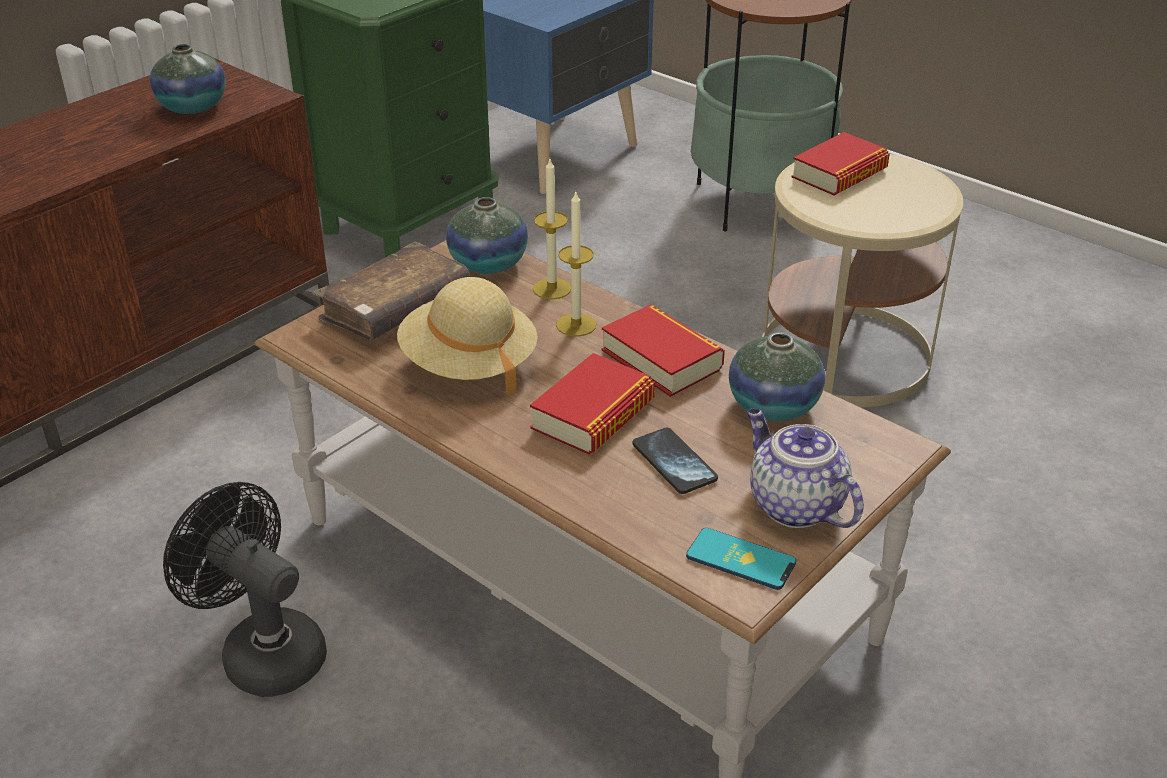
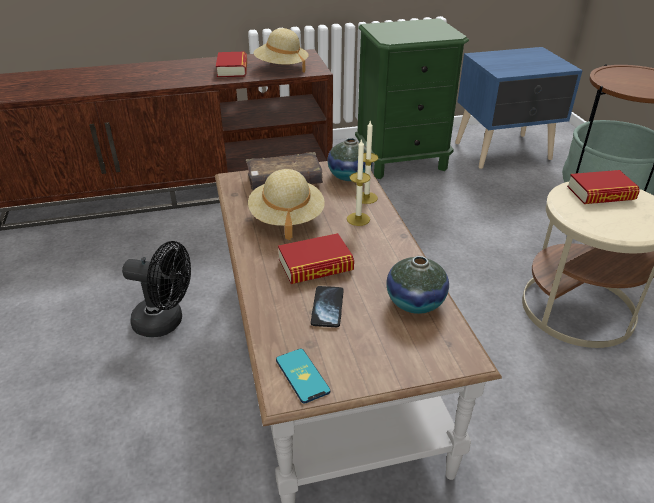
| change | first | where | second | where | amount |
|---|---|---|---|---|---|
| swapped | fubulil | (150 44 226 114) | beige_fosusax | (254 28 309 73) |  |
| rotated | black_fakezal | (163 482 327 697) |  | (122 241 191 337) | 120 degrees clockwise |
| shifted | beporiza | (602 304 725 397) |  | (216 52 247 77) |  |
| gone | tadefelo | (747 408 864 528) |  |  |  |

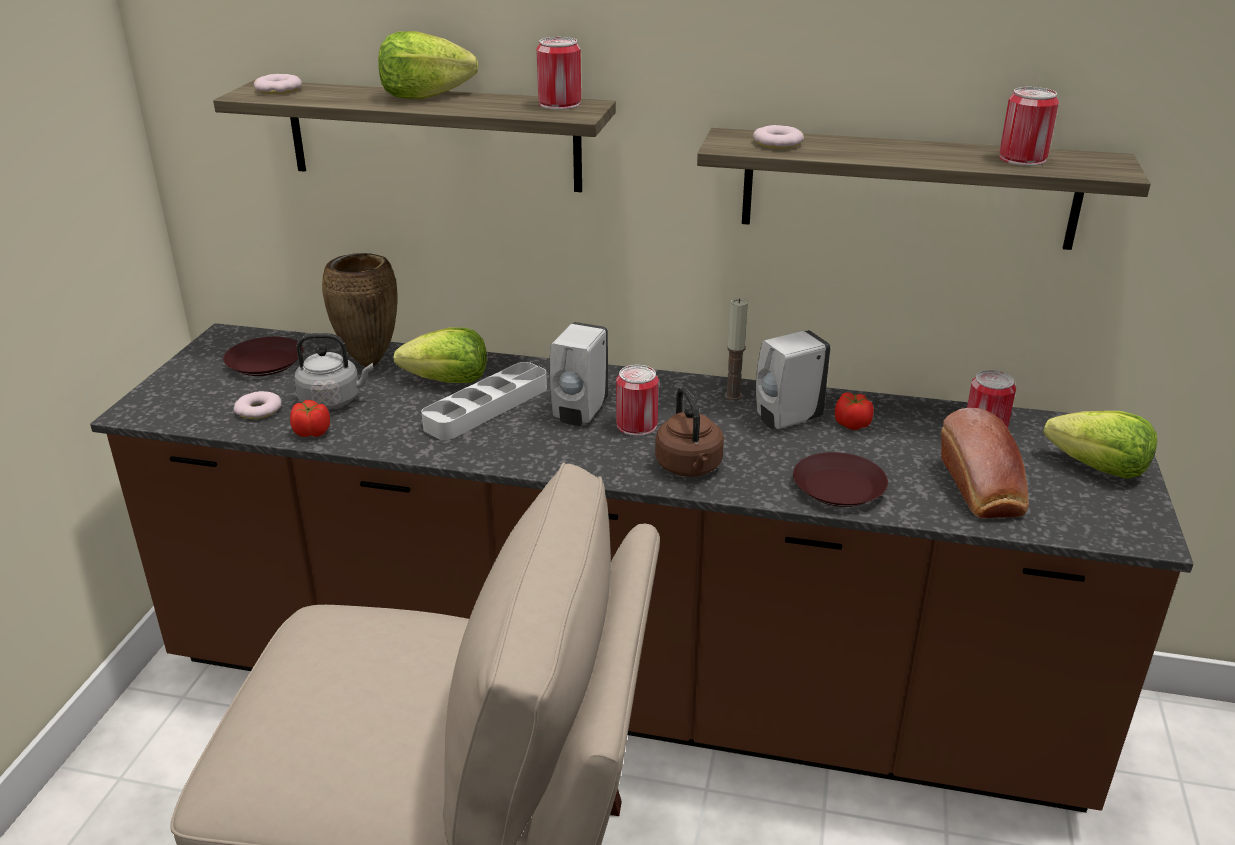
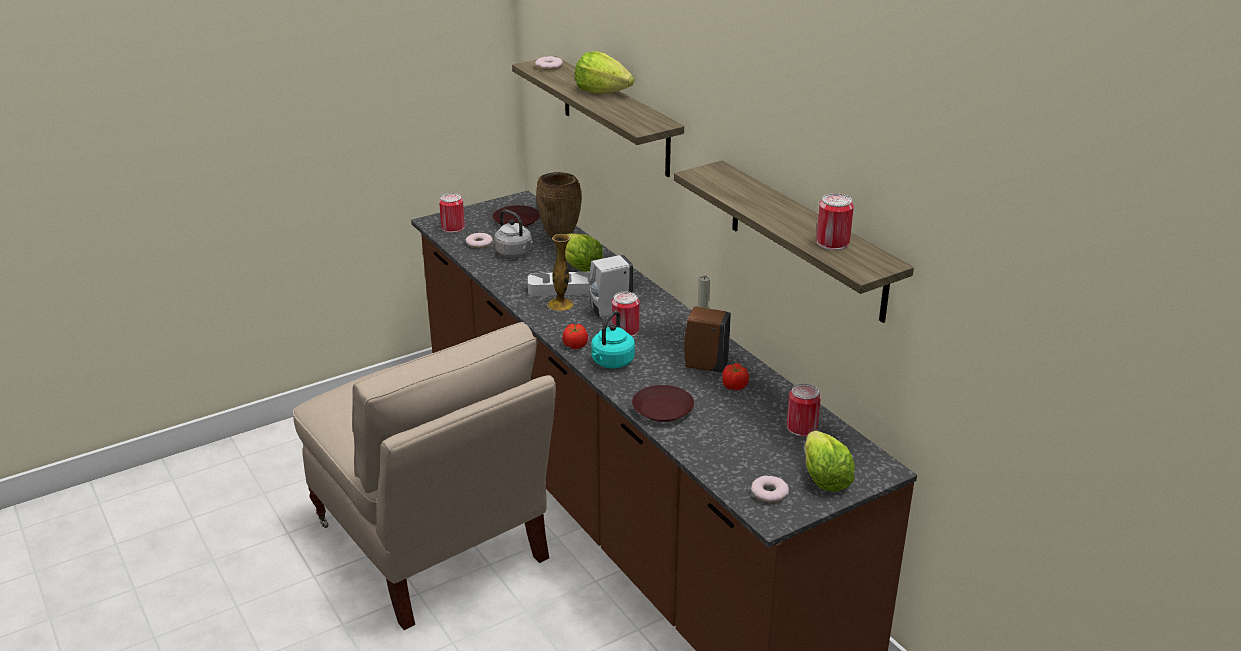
| change | first | where | second | where | amount |
|---|---|---|---|---|---|
| shifted | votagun | (290 400 330 437) |  | (562 324 588 349) |  |
| shifted | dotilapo | (536 37 581 110) |  | (439 193 465 233) |  |
| repainted | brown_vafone | (655 387 724 477) | turquoise_vafone | (591 310 635 368) |  |
| shifted | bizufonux | (753 125 804 149) |  | (751 476 789 502) |  |
| repainted | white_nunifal | (756 330 831 430) | brown_nunifal | (684 307 731 373) |  |
| gone | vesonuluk | (941 408 1029 519) |  |  |  |
| new |  |  | fubulil | (547 234 574 311) |  |

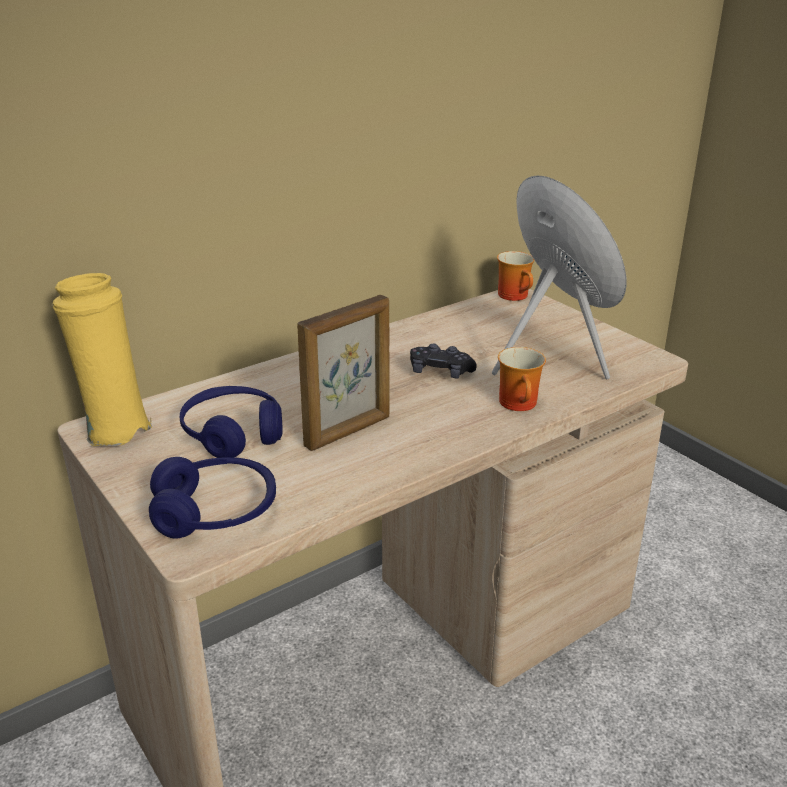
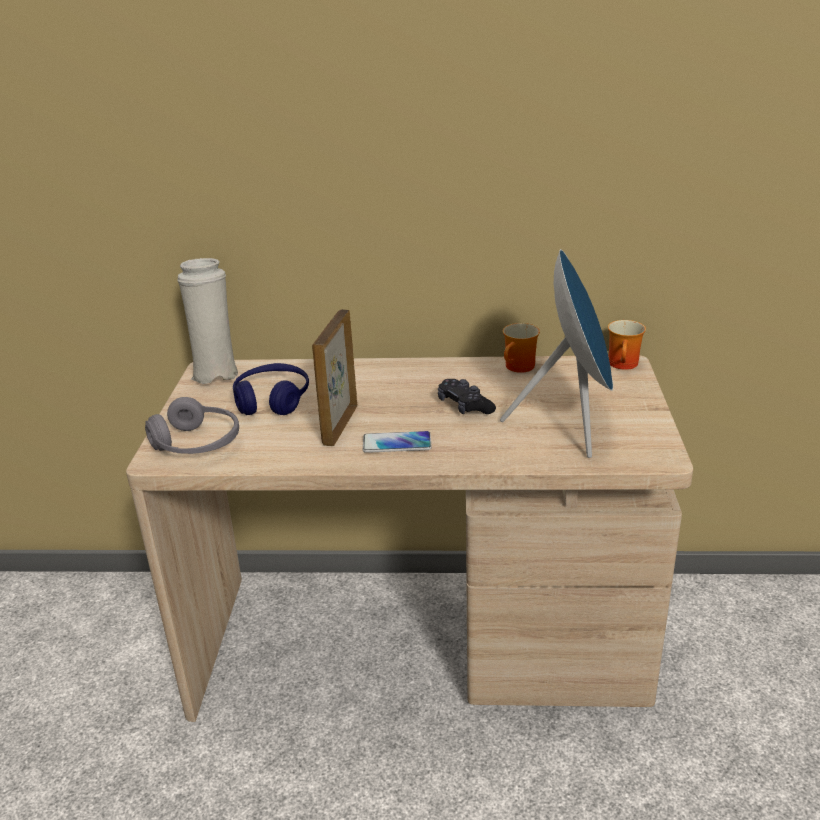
| change | first | where | second | where | amount |
|---|---|---|---|---|---|
| repainted | yellow_fubulil | (53 273 152 446) | white_fubulil | (177 258 238 384) |  |
| repainted | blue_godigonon | (149 457 276 539) | grey_godigonon | (145 397 239 454) |  |
| rotated | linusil | (297 295 390 451) |  | (312 309 358 446) | 105 degrees clockwise |
| shifted | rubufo | (498 347 546 411) |  | (503 323 540 373) |  |
| new |  |  | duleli | (363 431 432 453) |  |

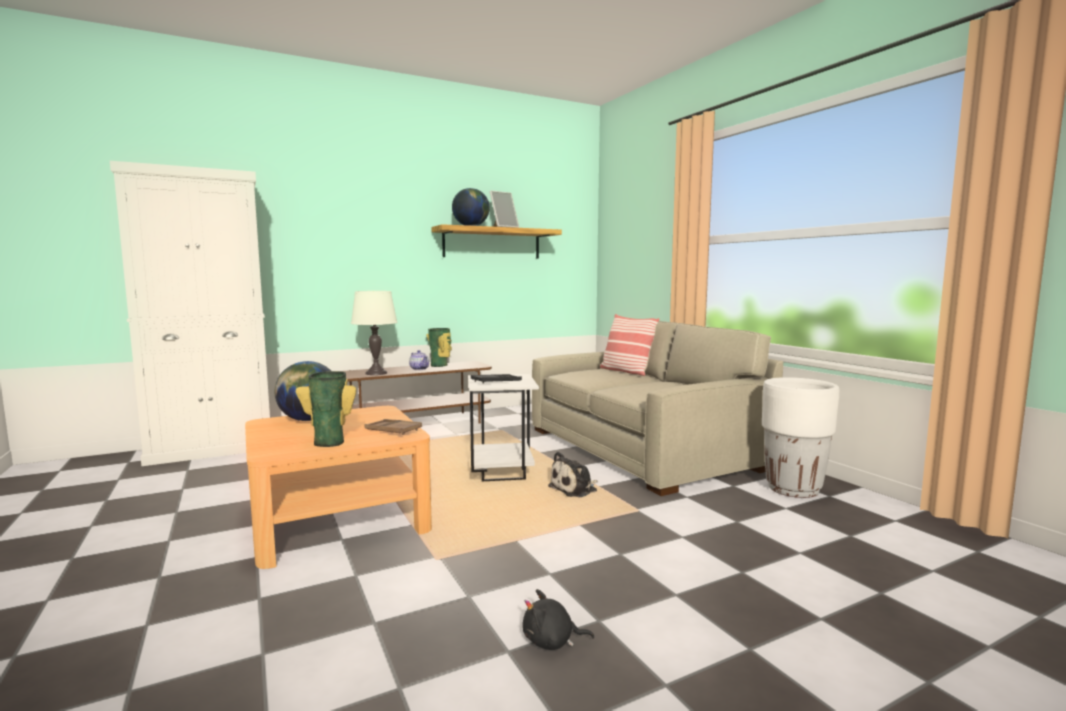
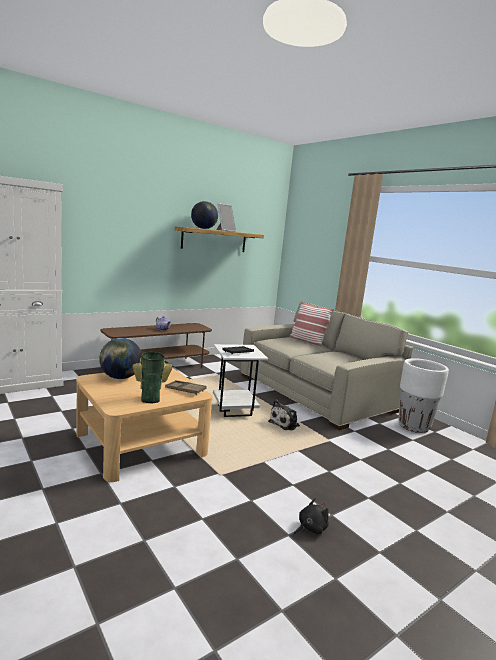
| change | first | where | second | where | amount |
|---|---|---|---|---|---|
| gone | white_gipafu | (351 291 398 375) |  |  |  |
| gone | fubulil | (426 328 452 367) |  |  |  |
| rotated | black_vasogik | (523 589 594 650) |  | (293 498 329 535) | 150 degrees clockwise |

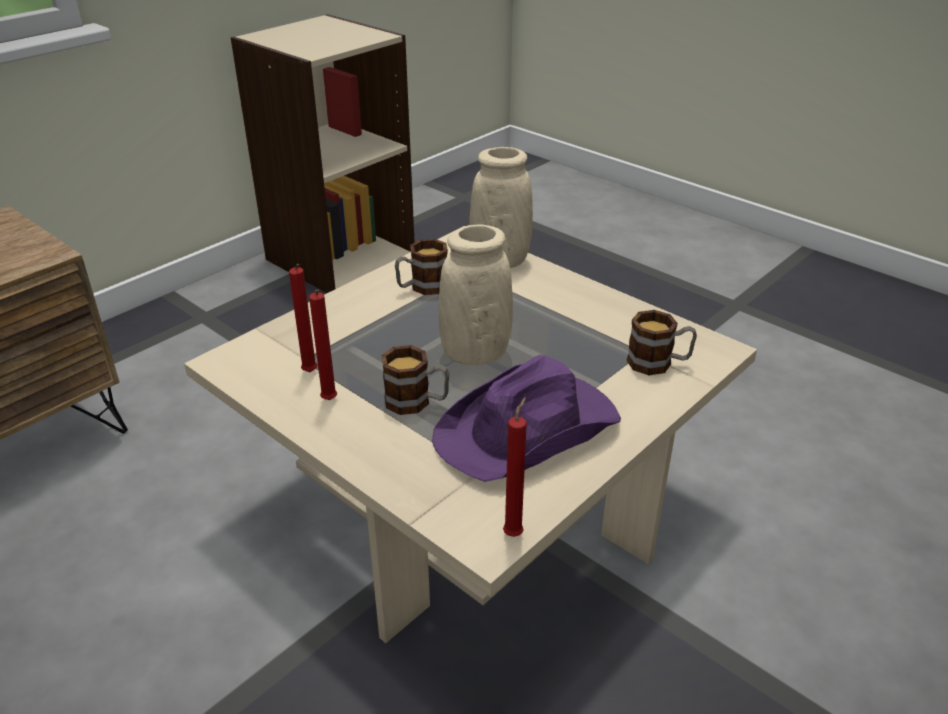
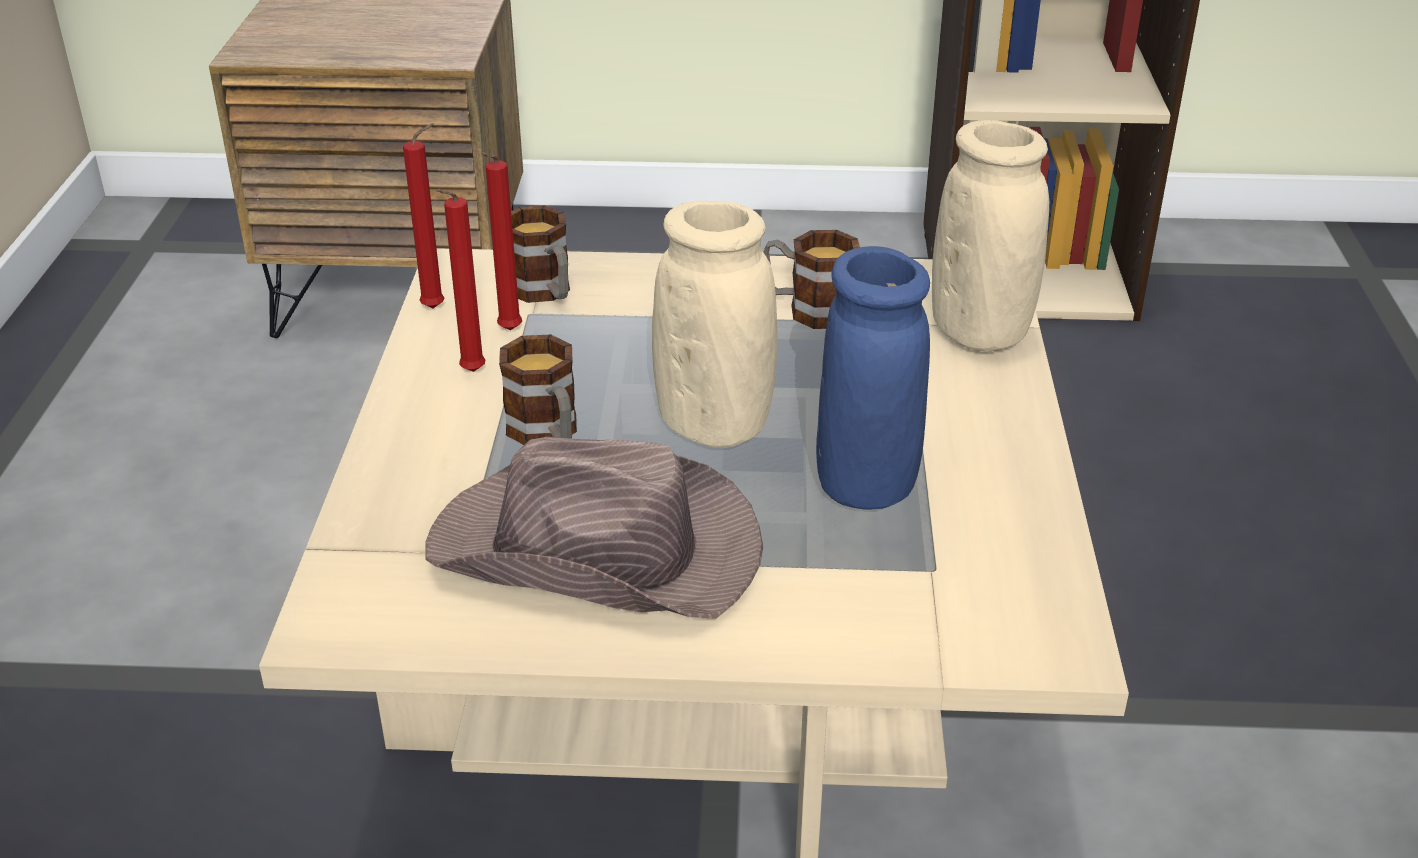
| change | first | where | second | where | amount |
|---|---|---|---|---|---|
| repainted | purple_fosusax | (432 355 621 482) | brown_fosusax | (425 437 763 619) |  |
| shifted | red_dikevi | (503 397 527 537) |  | (403 123 445 308) |  |
| shifted | rubufo | (627 310 697 375) |  | (511 205 570 303) |  |
| new |  |  | blue_fubulil | (816 246 930 509) |  |

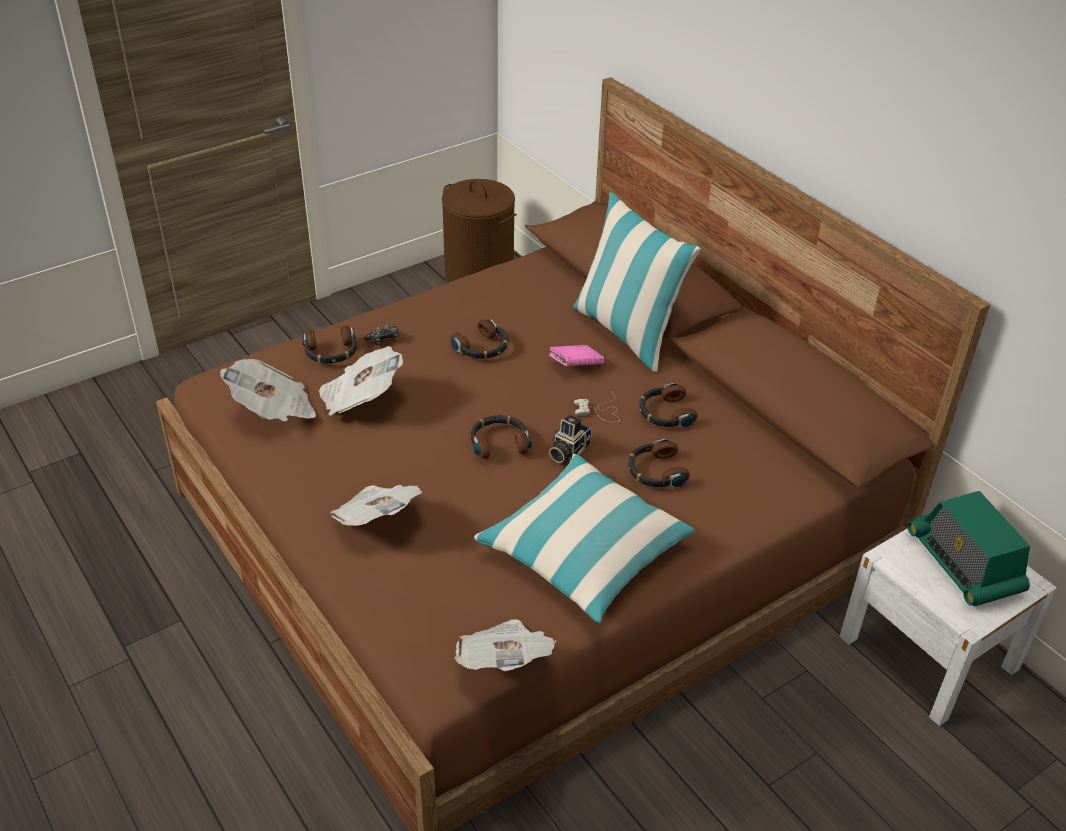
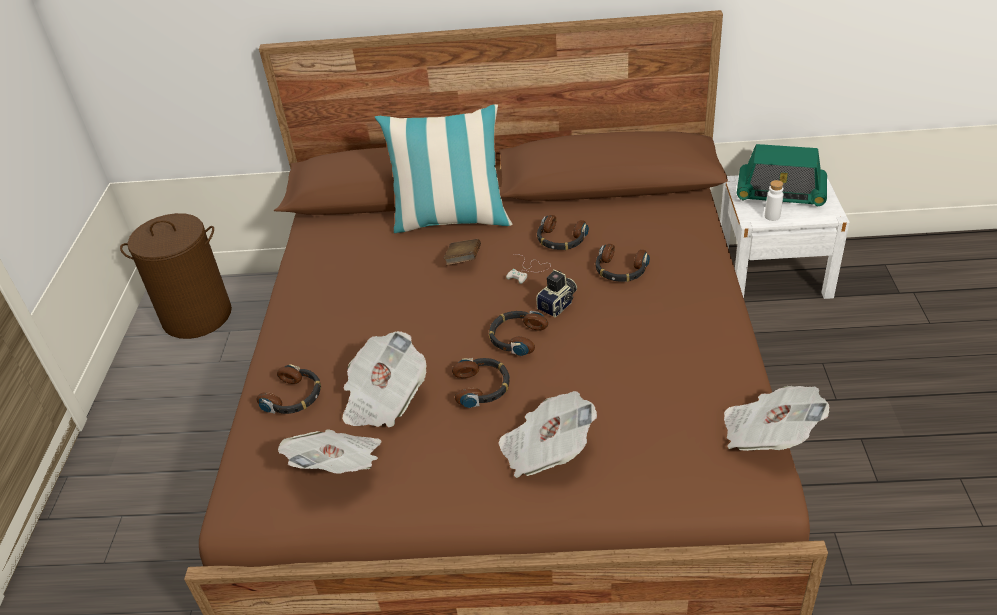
| change | first | where | second | where | amount |
|---|---|---|---|---|---|
| gone | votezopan | (365 325 399 345) |  |  |  |
| shifted | godigonon | (451 319 509 359) |  | (452 358 510 408) |  |
| gone | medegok | (474 454 695 624) |  |  |  |
| repainted | pink_beporiza | (549 345 604 366) | brown_beporiza | (443 239 481 265) |  |
| rotated | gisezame | (549 415 592 463) |  | (536 269 577 317) | 120 degrees counterclockwise |
| new |  |  | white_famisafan | (765 180 784 221) |  |

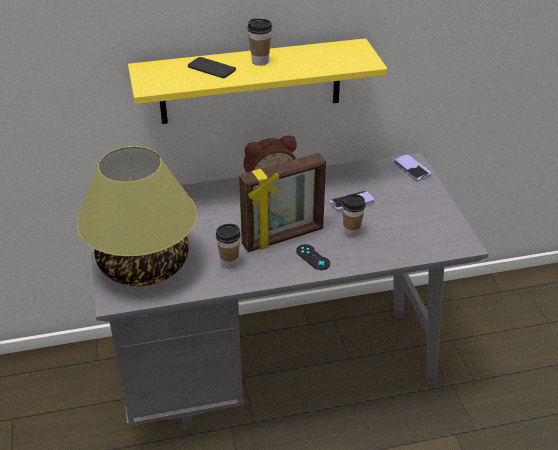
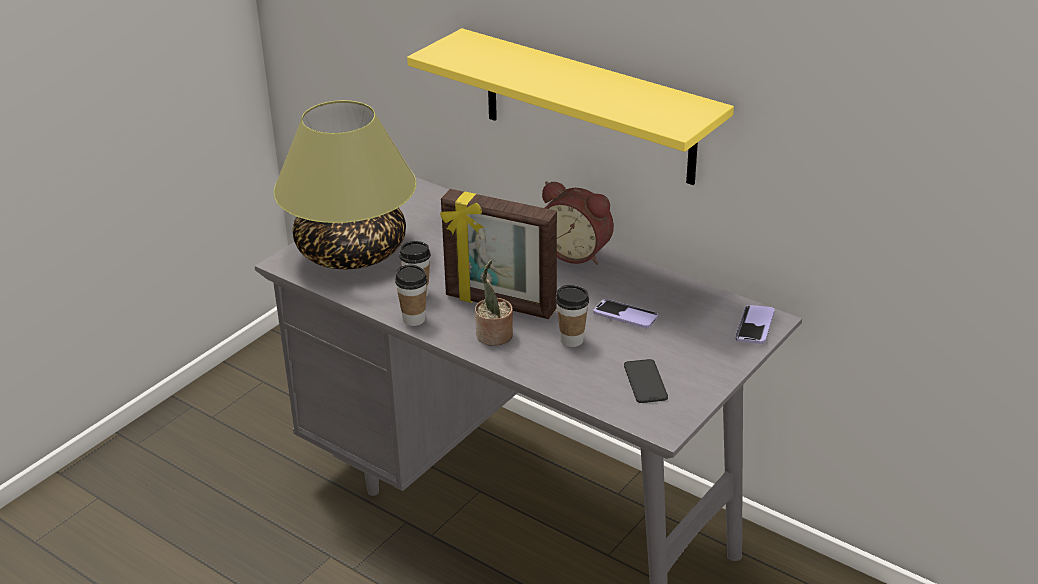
| change | first | where | second | where | amount |
|---|---|---|---|---|---|
| shifted | duleli | (188 57 236 78) |  | (624 359 668 403) |  |
| shifted | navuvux | (248 18 272 66) |  | (395 264 428 326) |  |
| swapped | black_votezopan | (296 244 330 270) | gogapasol | (475 260 513 346) |  |

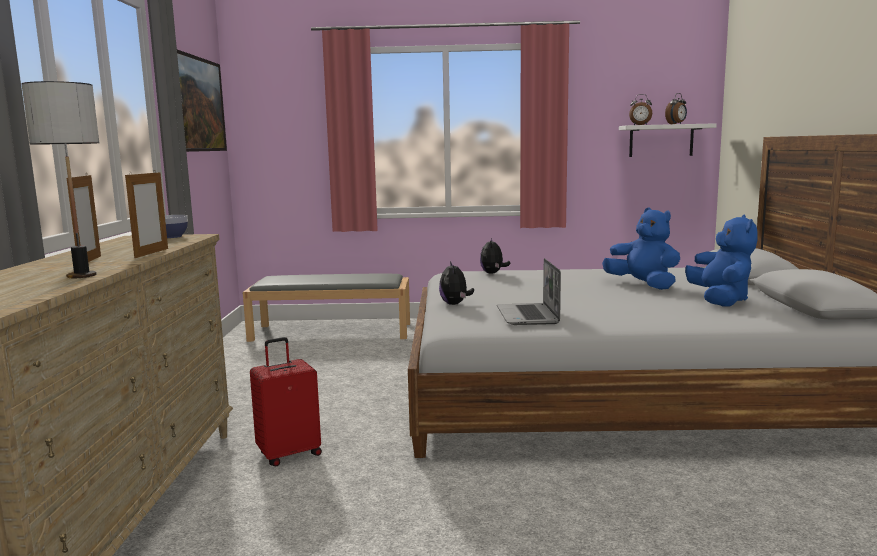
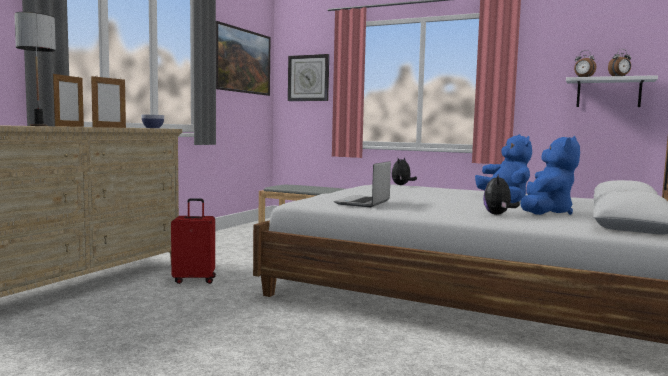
| change | first | where | second | where | amount |
|---|---|---|---|---|---|
| shifted | vasogik | (439 261 474 305) |  | (483 174 520 215) |  |
| new |  |  | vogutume | (288 54 329 101) |  |

